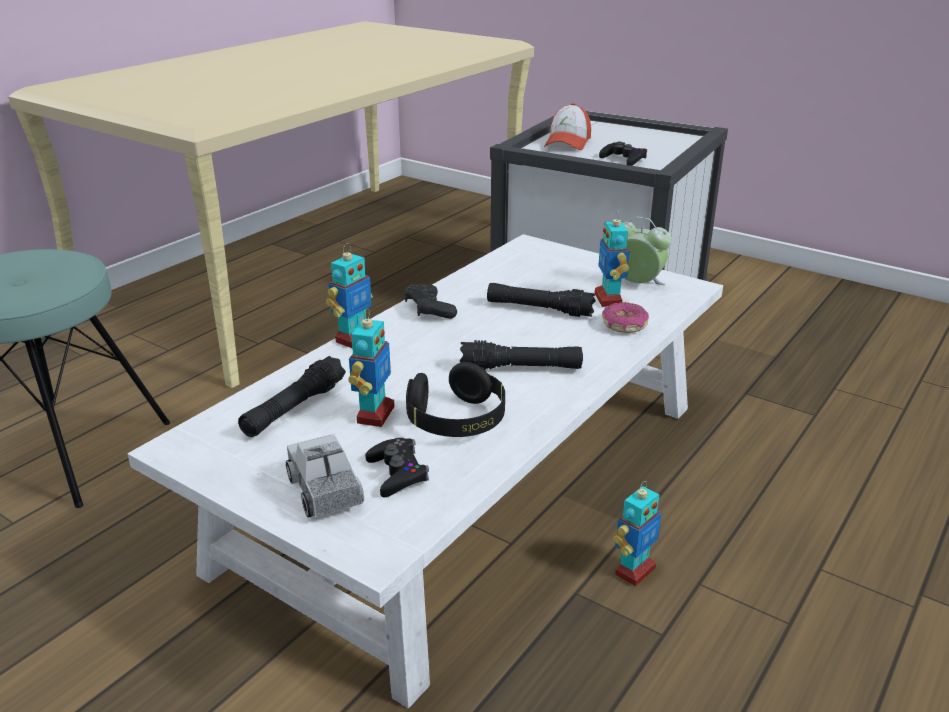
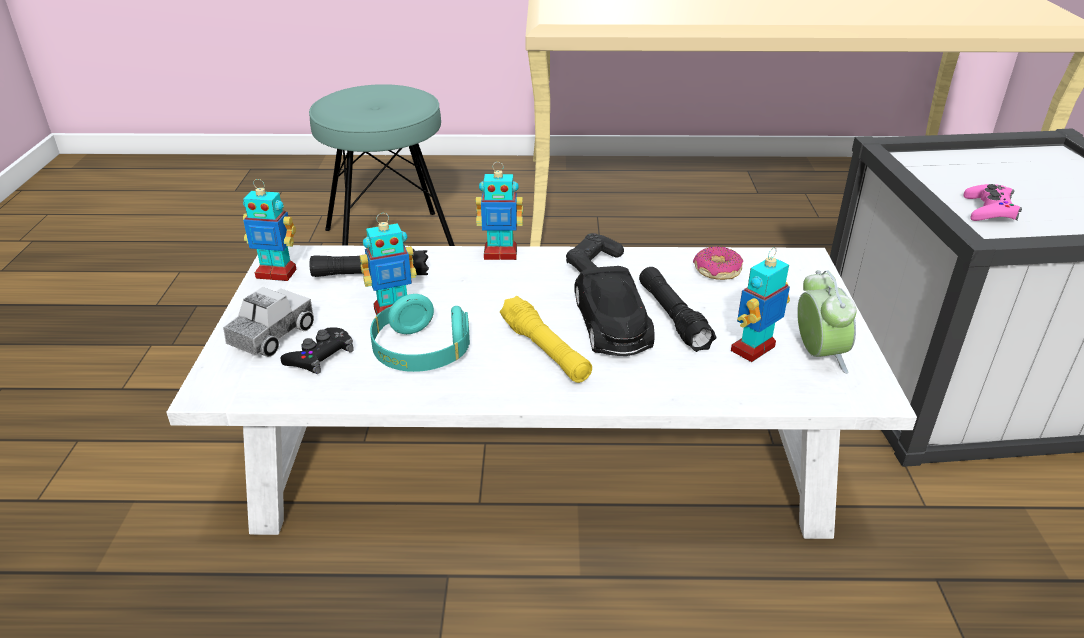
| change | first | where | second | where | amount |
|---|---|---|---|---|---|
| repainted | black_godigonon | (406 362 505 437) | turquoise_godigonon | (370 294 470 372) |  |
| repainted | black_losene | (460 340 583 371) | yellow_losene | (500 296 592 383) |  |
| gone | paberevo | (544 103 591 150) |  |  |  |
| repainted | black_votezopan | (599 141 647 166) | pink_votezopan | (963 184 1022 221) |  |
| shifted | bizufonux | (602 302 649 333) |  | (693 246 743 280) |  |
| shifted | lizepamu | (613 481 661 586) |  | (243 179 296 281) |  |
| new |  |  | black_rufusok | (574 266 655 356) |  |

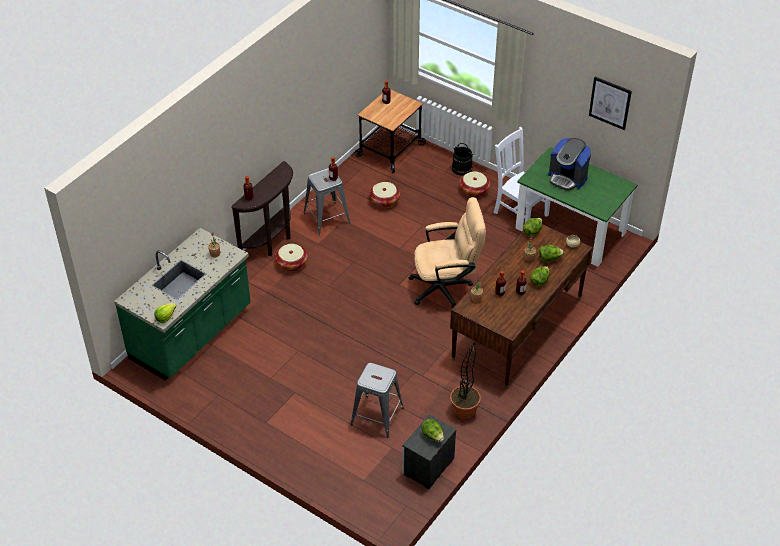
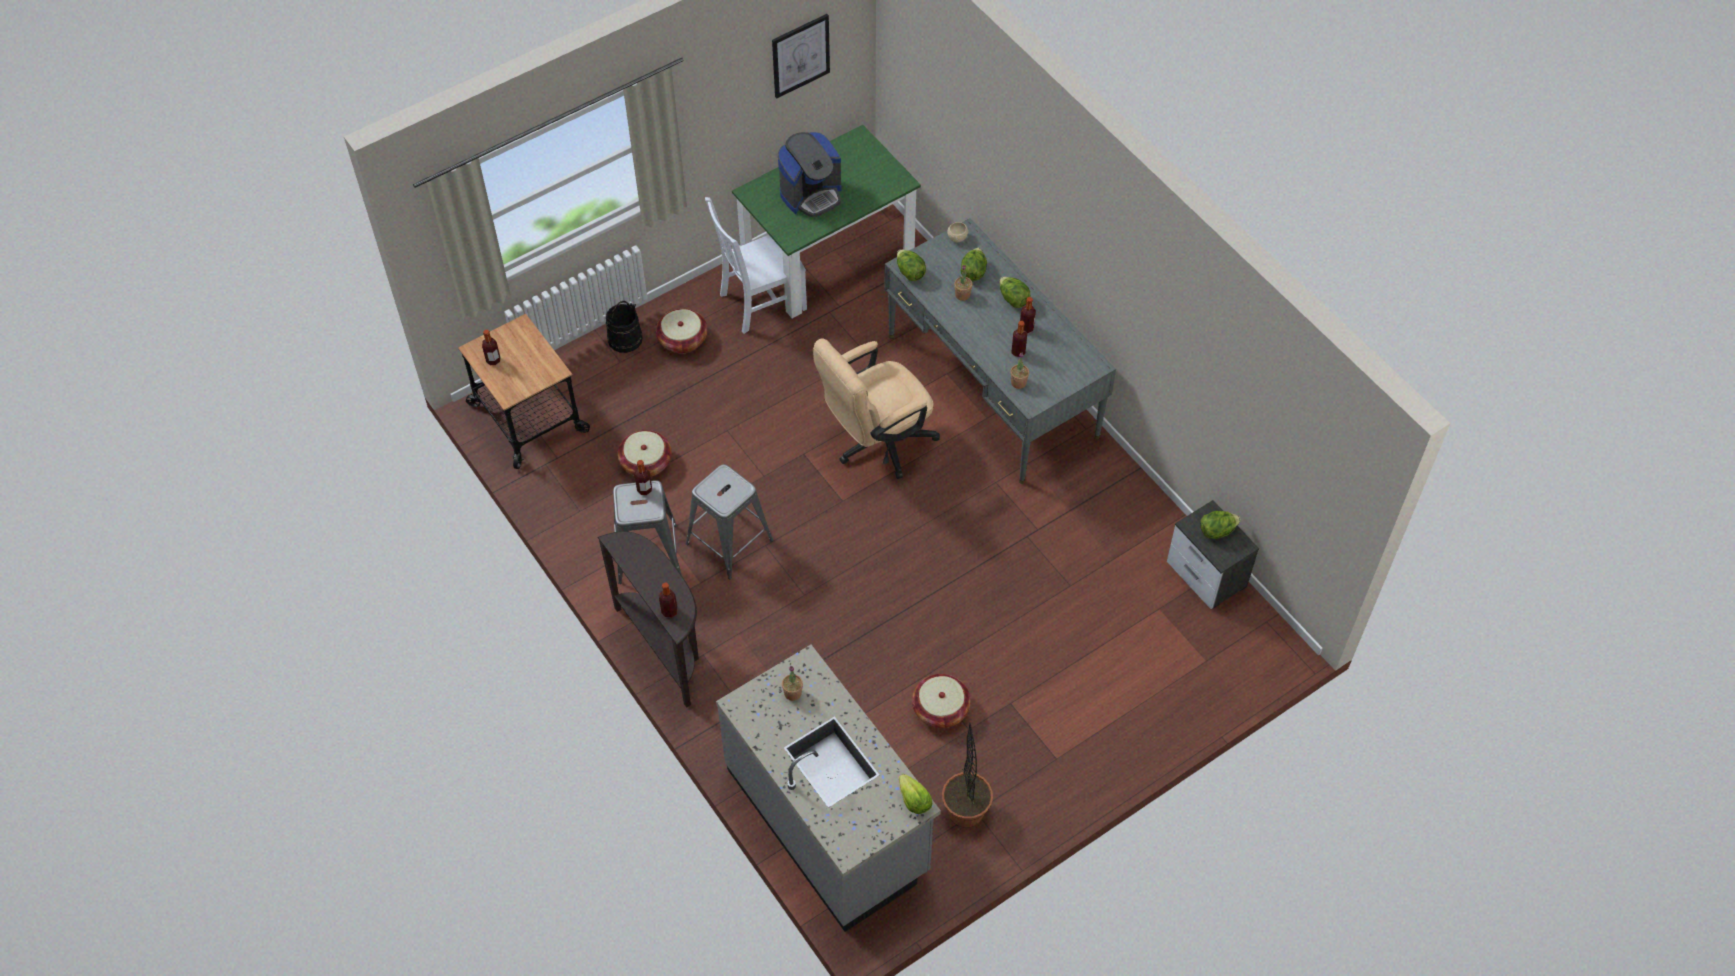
| change | first | where | second | where | amount |
|---|---|---|---|---|---|
| repainted | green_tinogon | (114 228 251 381) | grey_tinogon | (716 645 941 932) |  |
| shifted | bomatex | (275 244 308 271) |  | (912 674 971 728) |  |
| shifted | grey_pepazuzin | (350 363 404 438) |  | (686 464 773 579) |  |
| rotated | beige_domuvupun | (409 197 486 308) |  | (813 338 940 479) | 135 degrees counterclockwise |
| repainted | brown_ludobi | (450 224 592 389) | grey_ludobi | (884 218 1116 484) |  |
| shifted | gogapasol | (450 342 481 420) |  | (942 723 993 827) |  |

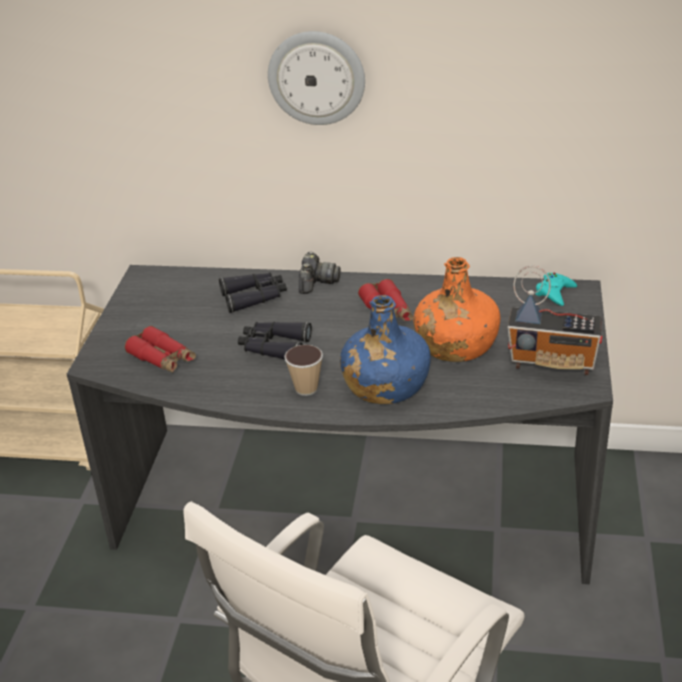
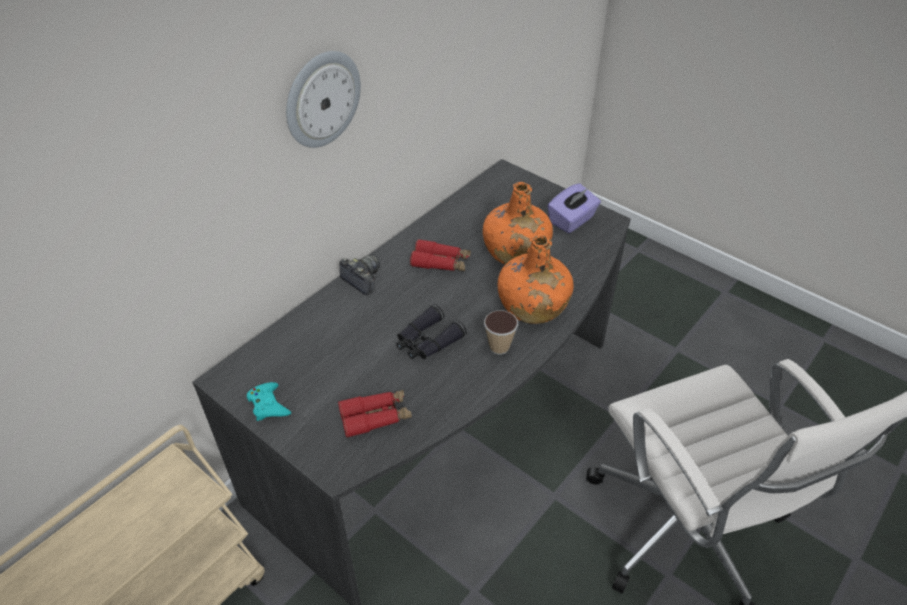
| change | first | where | second | where | amount |
|---|---|---|---|---|---|
| gone | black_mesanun | (219 272 287 313) |  |  |  |
| repainted | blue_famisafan | (340 295 431 404) | orange_famisafan | (498 235 573 324) |  |
| swapped | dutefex | (507 266 602 375) | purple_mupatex | (548 183 601 233) |  |
| shifted | turquoise_votezopan | (536 273 577 306) |  | (247 382 291 421) |  |

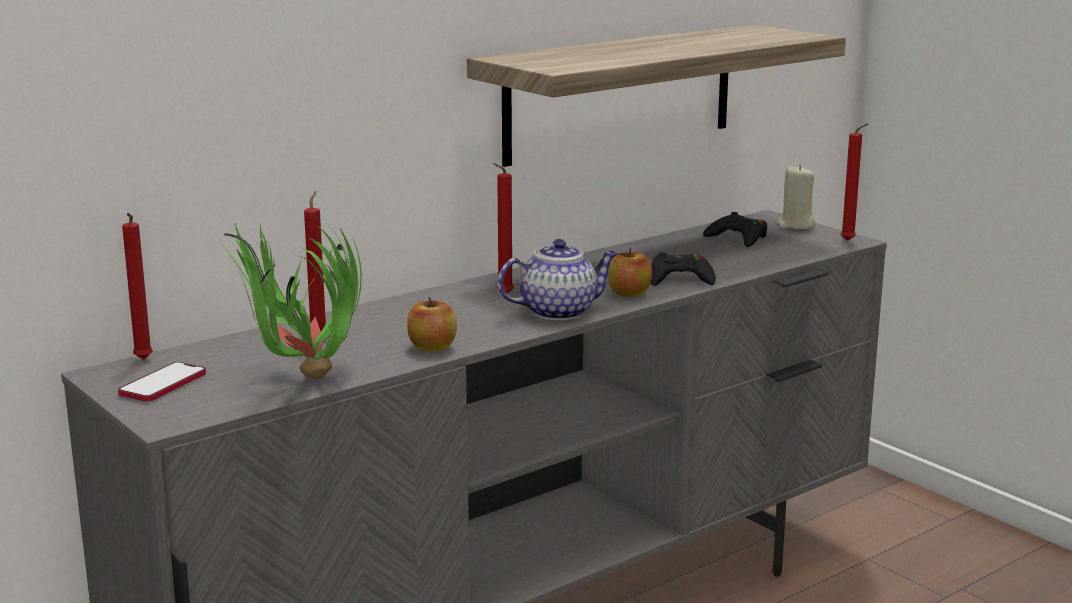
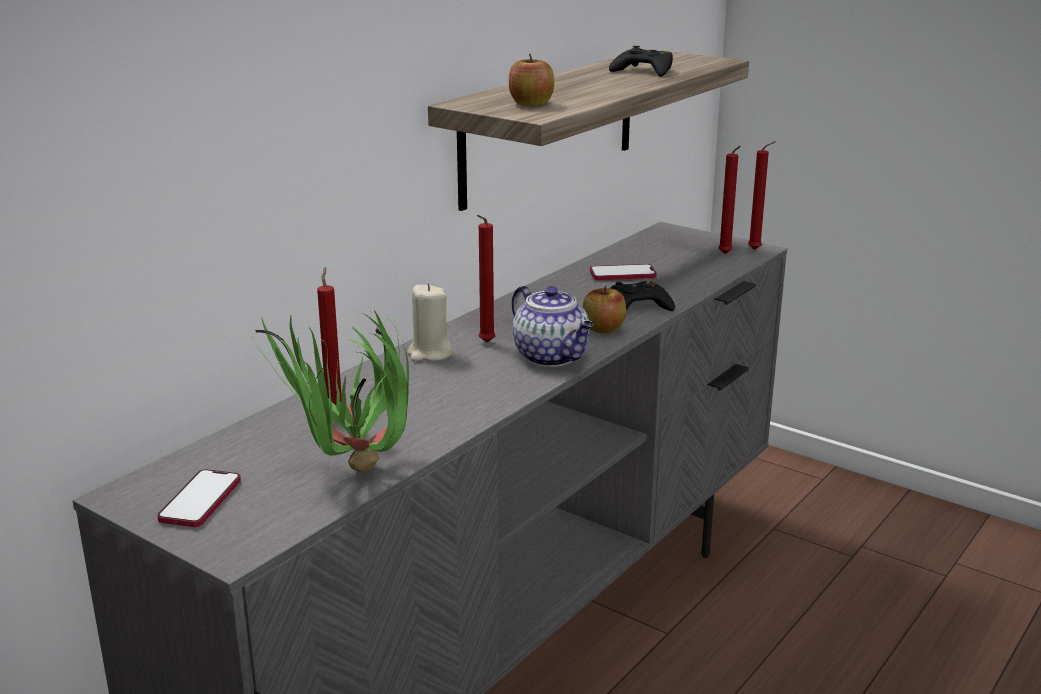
| change | first | where | second | where | amount |
|---|---|---|---|---|---|
| shifted | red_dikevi | (122 213 153 360) |  | (718 146 741 254) |  |
| shifted | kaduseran | (407 297 457 352) |  | (509 54 555 106) |  |
| rotated | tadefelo | (498 239 618 320) |  | (512 286 594 367) | 90 degrees clockwise |
| shifted | black_votezopan | (703 212 767 247) |  | (609 46 673 77) |  |
| shifted | beige_dikevi | (777 165 815 229) |  | (408 284 453 361) |  |
| new |  |  | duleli | (590 264 656 280) |  |

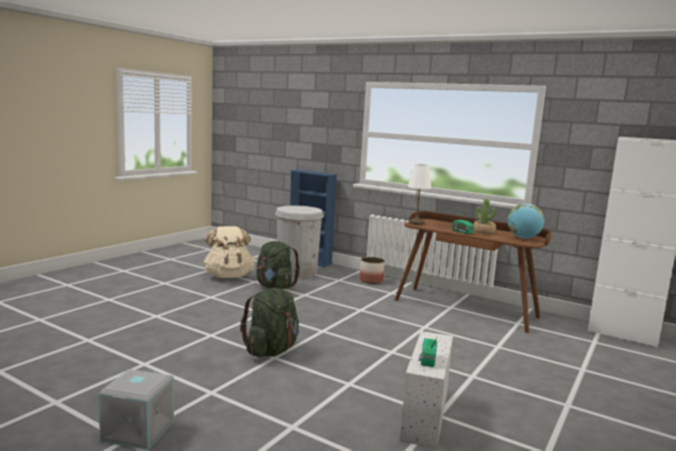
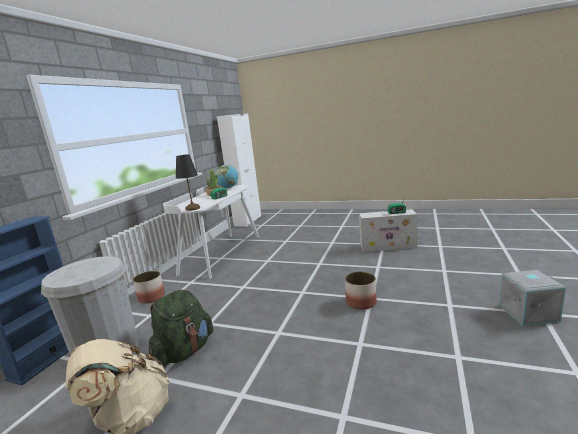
| change | first | where | second | where | amount |
|---|---|---|---|---|---|
| swapped | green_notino | (240 288 299 357) | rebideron | (345 272 377 310) |  |
| repainted | brown_ludobi | (395 211 552 333) | white_ludobi | (163 181 259 279) |  |
| repainted | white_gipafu | (408 164 432 225) | black_gipafu | (176 154 200 211) |  |

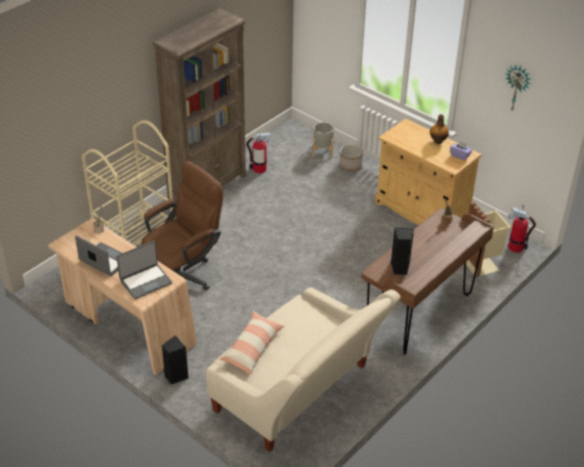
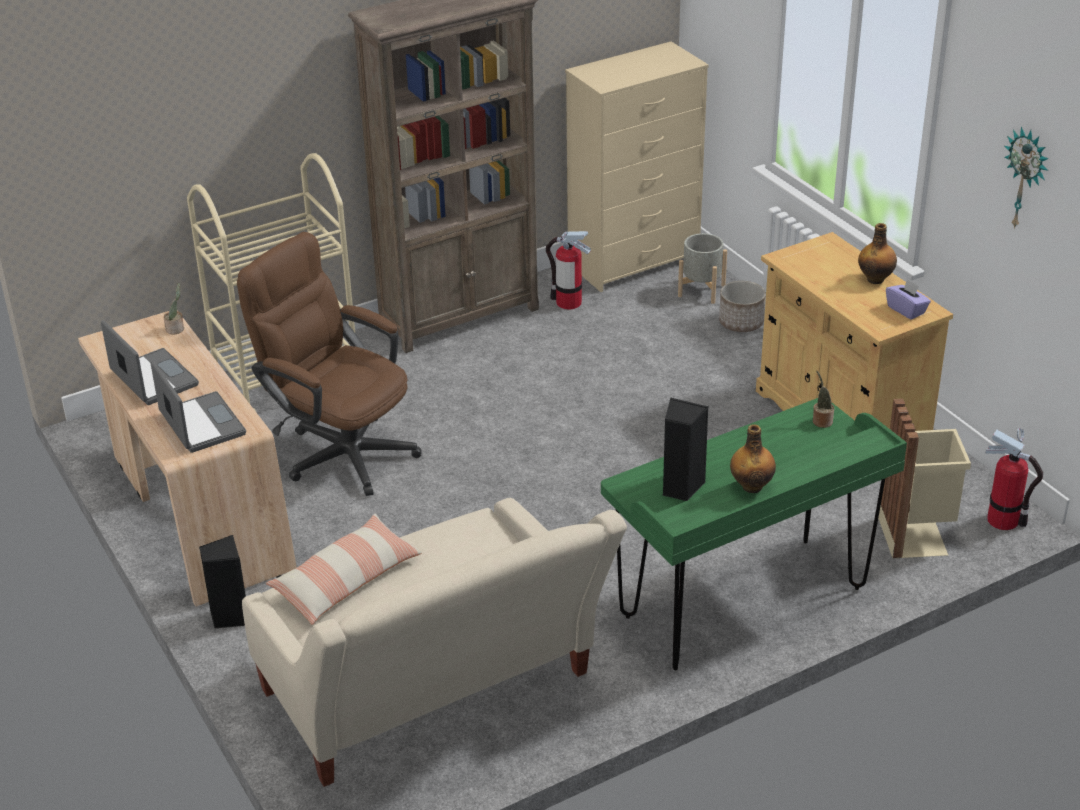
| change | first | where | second | where | amount |
|---|---|---|---|---|---|
| rotated | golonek | (117 241 172 299) |  | (150 361 246 453) | 105 degrees counterclockwise |
| rotated | brown_domuvupun | (141 161 223 290) |  | (237 232 422 496) | 120 degrees counterclockwise |
| repainted | brown_ludobi | (361 208 494 355) | green_ludobi | (601 398 907 670) |  |
| new |  |  | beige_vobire | (565 42 709 292) |  |
| new |  |  | famisafan | (730 424 776 493) |  |

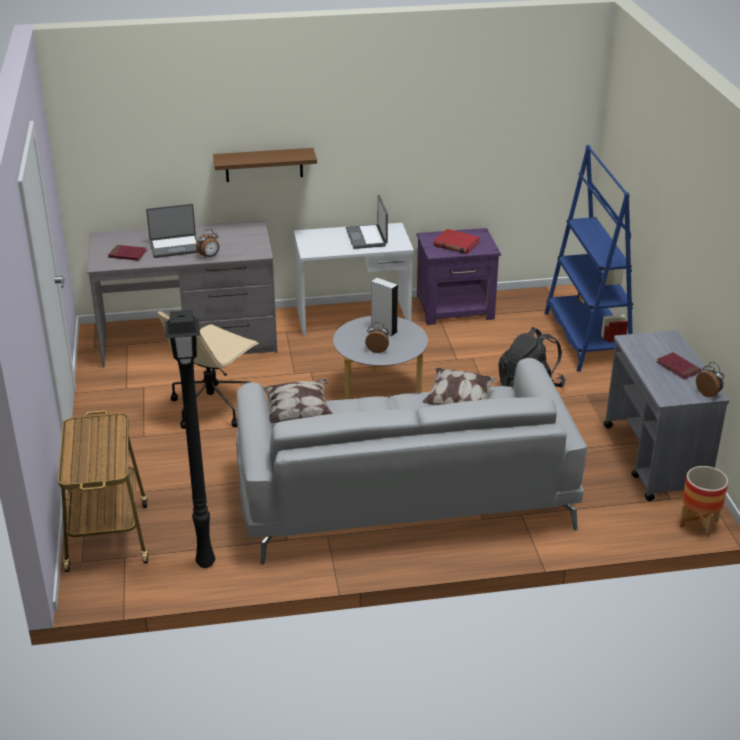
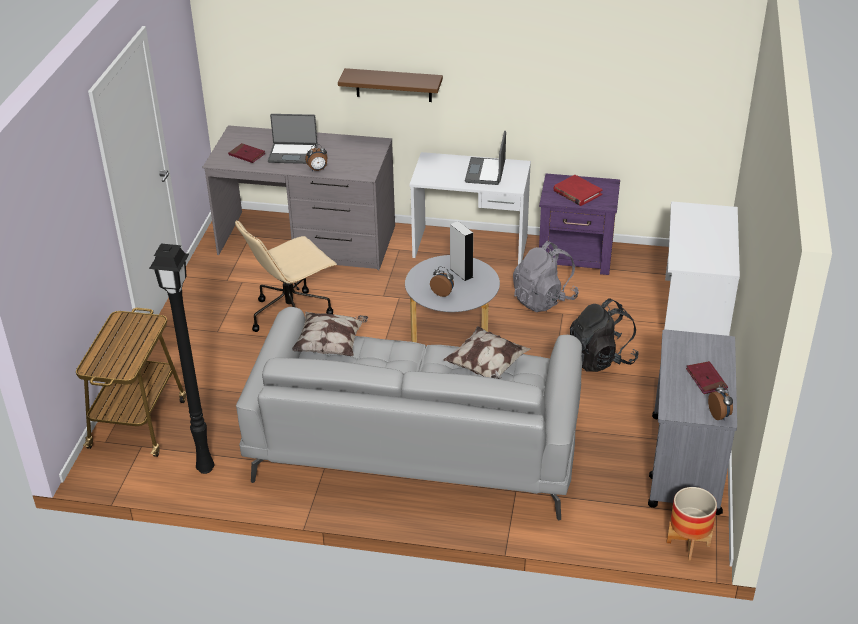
| change | first | where | second | where | amount |
|---|---|---|---|---|---|
| swapped | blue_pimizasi | (545 145 633 372) | white_ludobi | (664 201 740 336) |  |
| new |  |  | grey_notino | (513 241 579 312) |  |

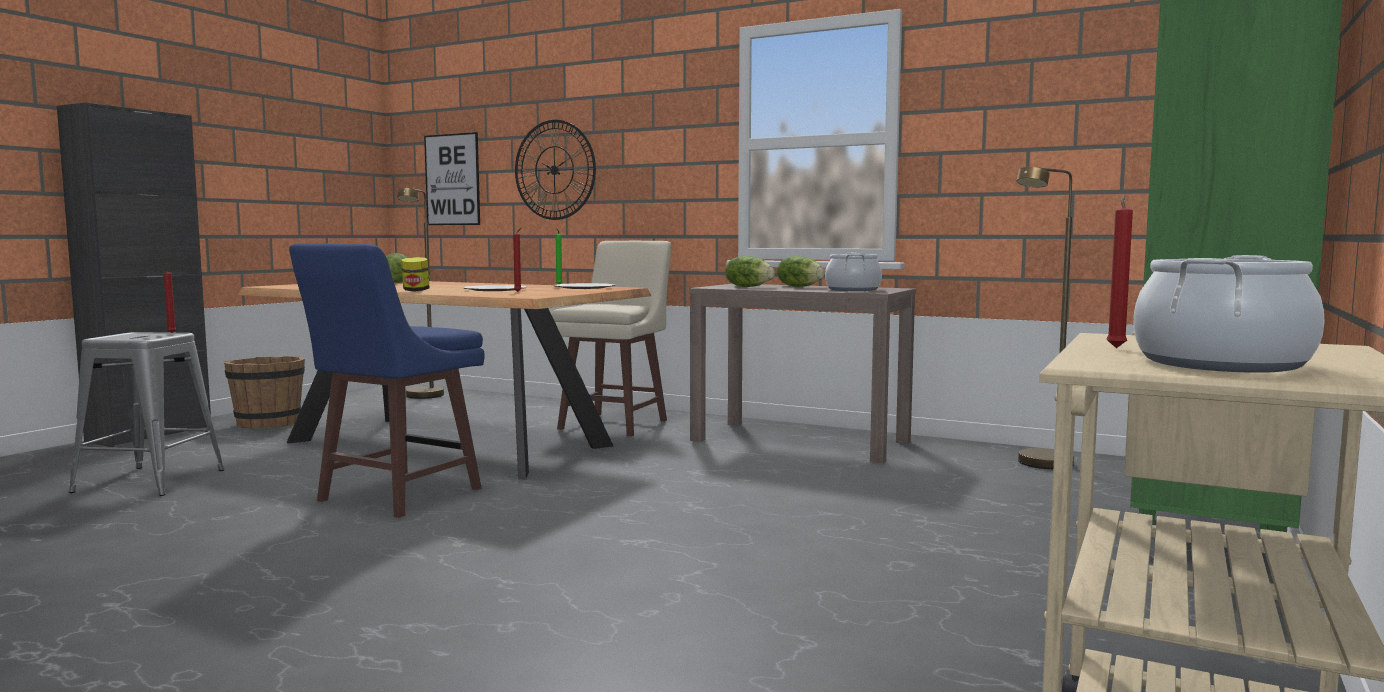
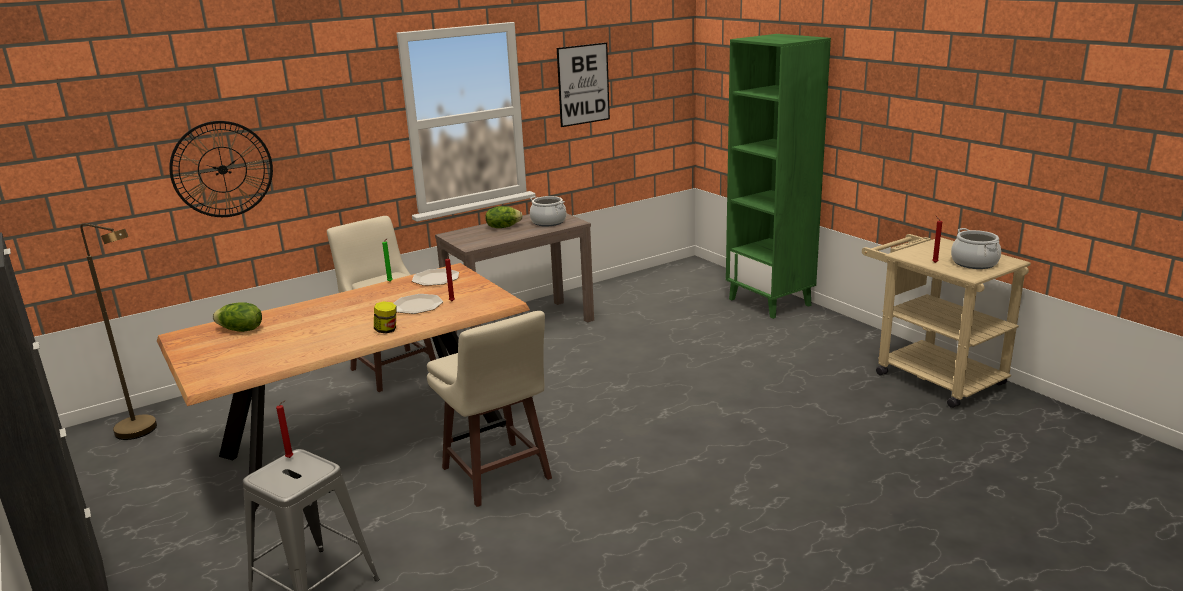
| change | first | where | second | where | amount |
|---|---|---|---|---|---|
| gone | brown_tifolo | (224 356 305 428) |  |  |  |
| repainted | blue_pepazuzin | (289 243 485 518) | beige_pepazuzin | (427 311 552 507) |  |
| shifted | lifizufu | (424 132 480 225) |  | (557 42 610 127) |  |
| gone | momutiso | (725 256 775 287) |  |  |  |
| gone | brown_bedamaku | (1017 167 1074 469) |  |  |  |

